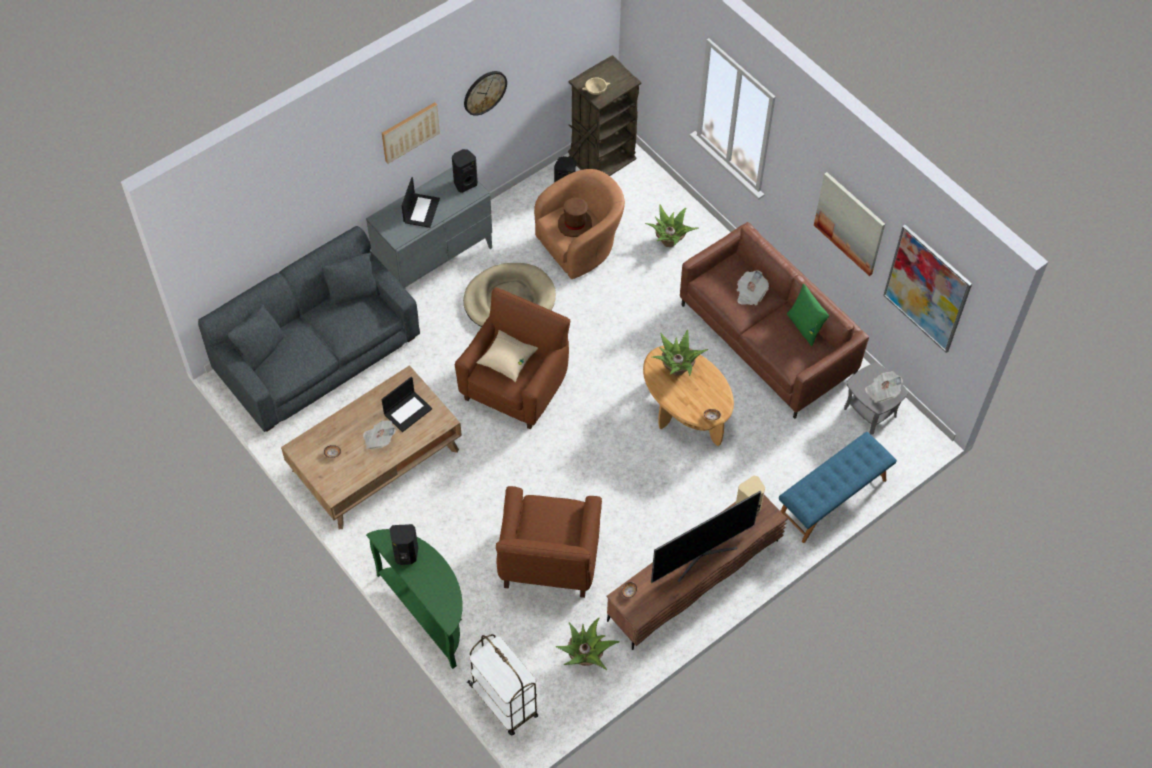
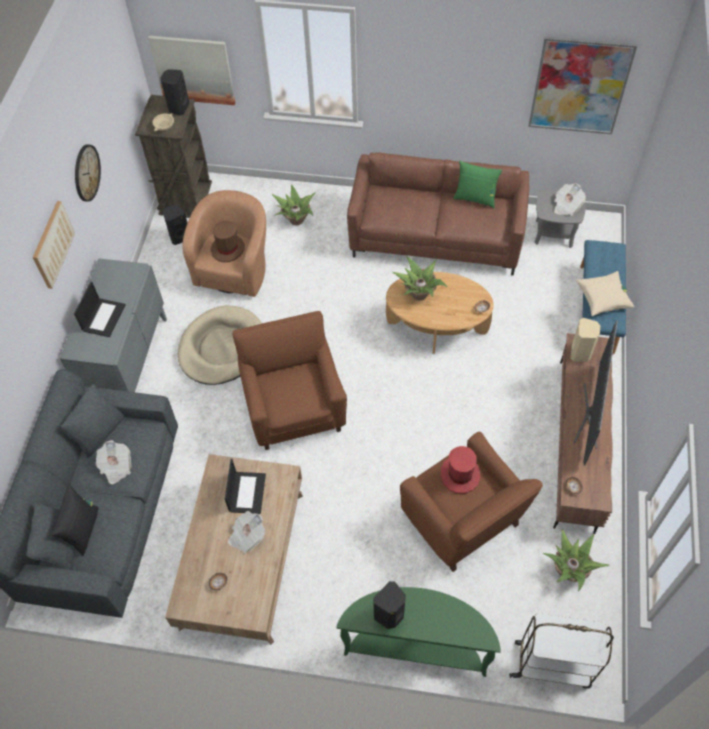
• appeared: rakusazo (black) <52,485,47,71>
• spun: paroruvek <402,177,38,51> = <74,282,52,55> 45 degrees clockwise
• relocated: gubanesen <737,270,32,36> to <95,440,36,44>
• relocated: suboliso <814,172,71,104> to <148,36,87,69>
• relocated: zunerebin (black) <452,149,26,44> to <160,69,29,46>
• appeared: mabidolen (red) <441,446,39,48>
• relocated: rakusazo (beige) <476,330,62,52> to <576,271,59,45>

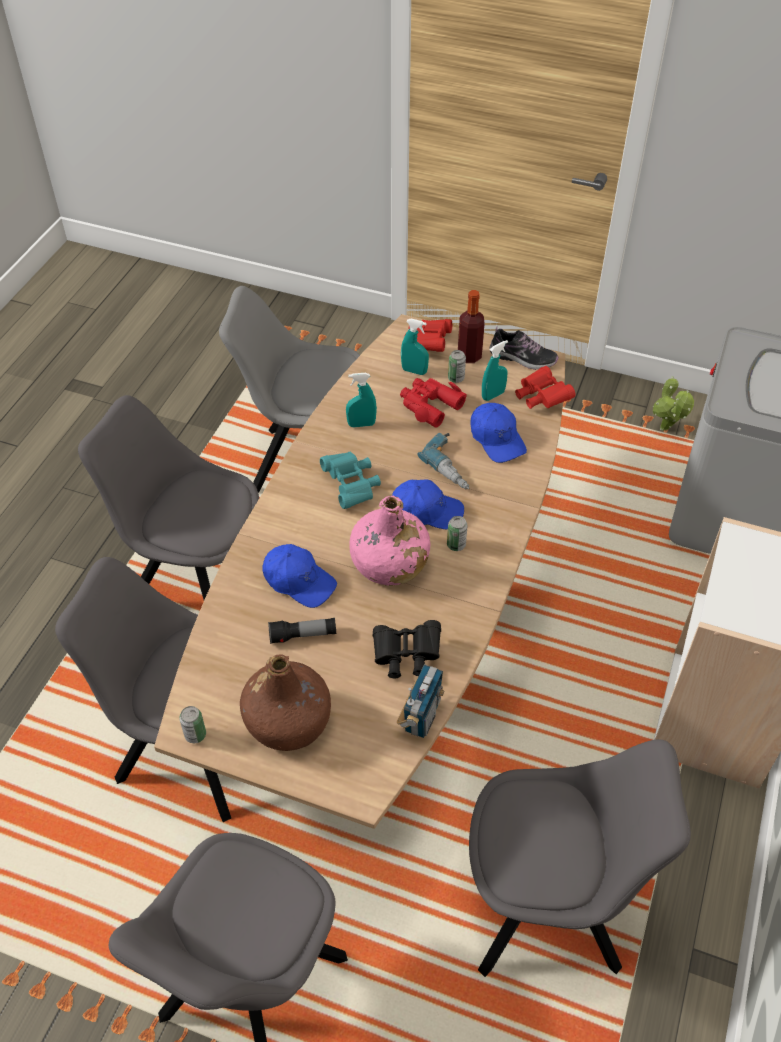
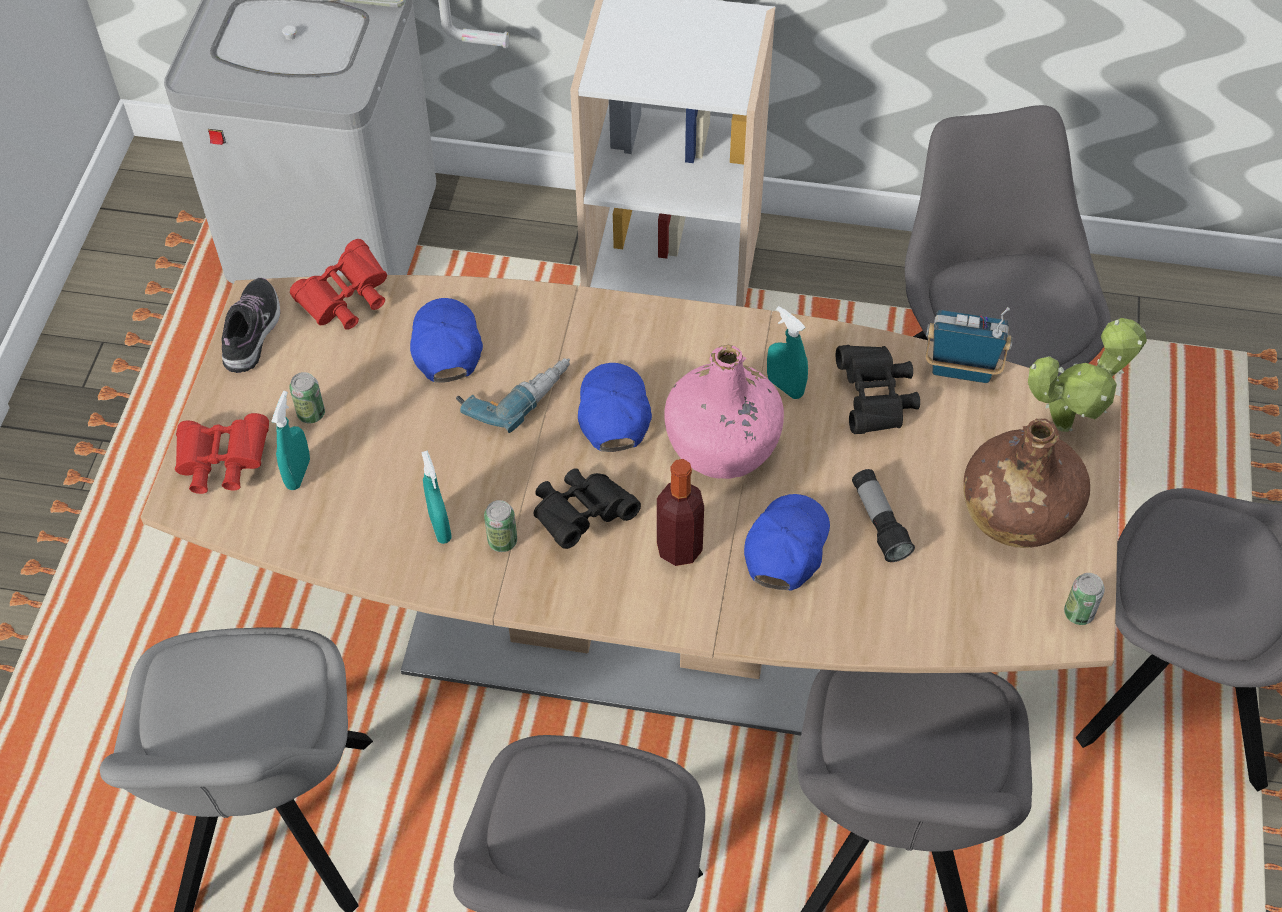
• spun: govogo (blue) <470,403,57,60> = <410,298,73,85> 60 degrees counterclockwise
• relocated: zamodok <447,516,21,35> to <484,500,33,52>
• colour: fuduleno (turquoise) <320,452,61,57> to fuduleno (black) <533,468,108,81>
• relocated: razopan <458,290,27,73> to <657,459,47,107>
• relocated: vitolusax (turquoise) <482,340,26,61> to <767,306,41,93>
• relocated: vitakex <653,376,41,55> to <1028,318,119,114>
• missing: fuduleno (red) <400,378,67,50>

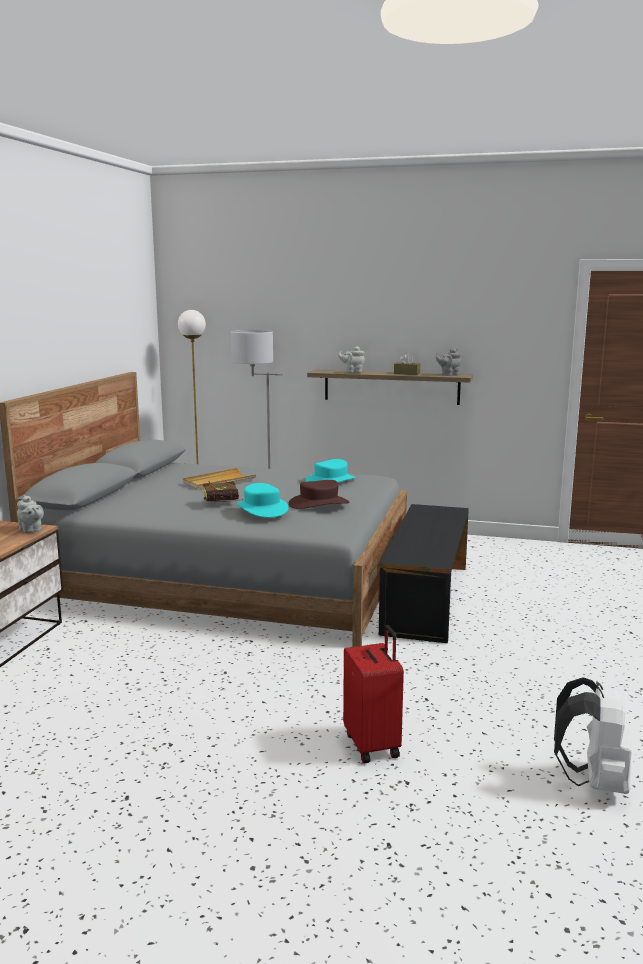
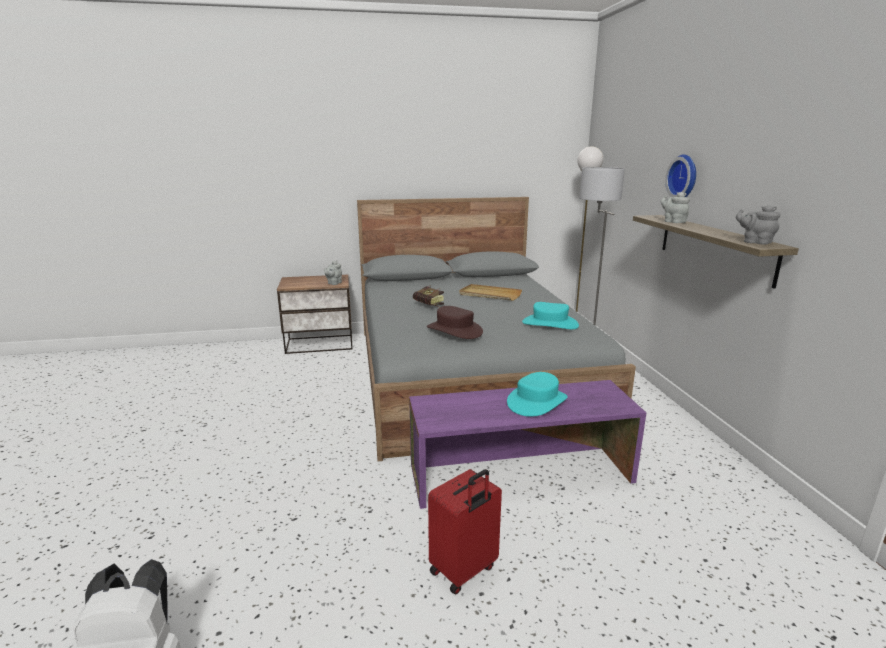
• colour: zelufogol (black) <379,504,90,139> to zelufogol (purple) <409,380,237,129>
• relocated: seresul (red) <343,625,61,138> to <428,469,74,126>
• relocated: mabidolen (turquoise) <237,483,52,35> to <507,372,61,45>
• appeared: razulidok <665,154,31,43>
• missing: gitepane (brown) <394,353,27,22>

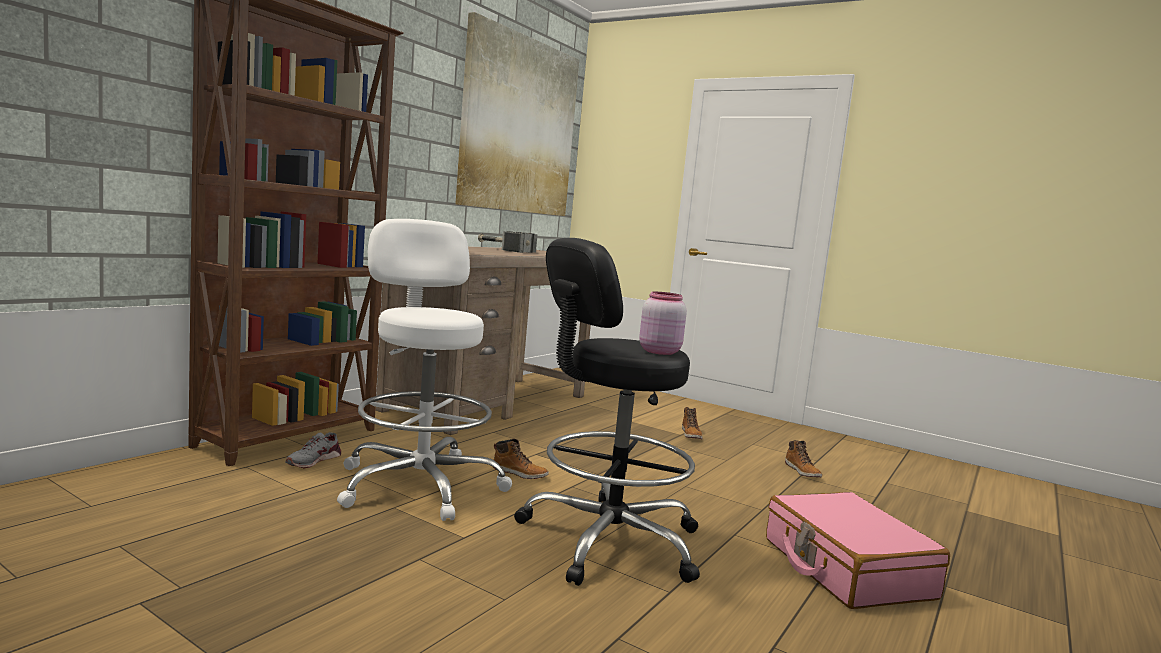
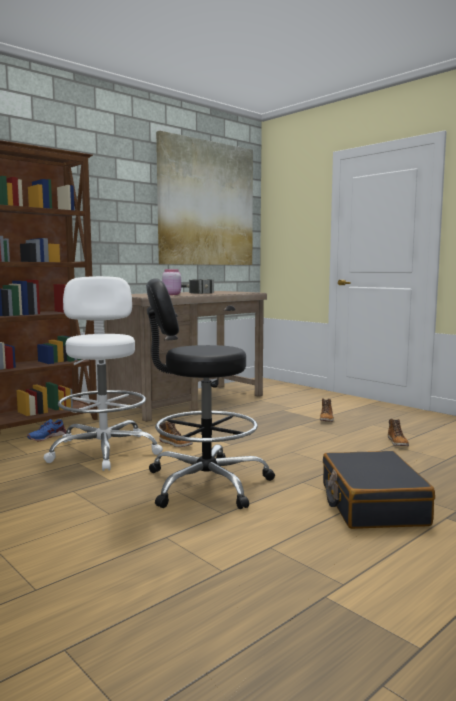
• colour: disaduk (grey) <285,432,56,37> to disaduk (blue) <27,419,39,23>
• relocated: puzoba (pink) <639,292,48,63> to <162,269,19,26>
• colour: seresul (pink) <766,492,184,117> to seresul (black) <323,451,112,78>

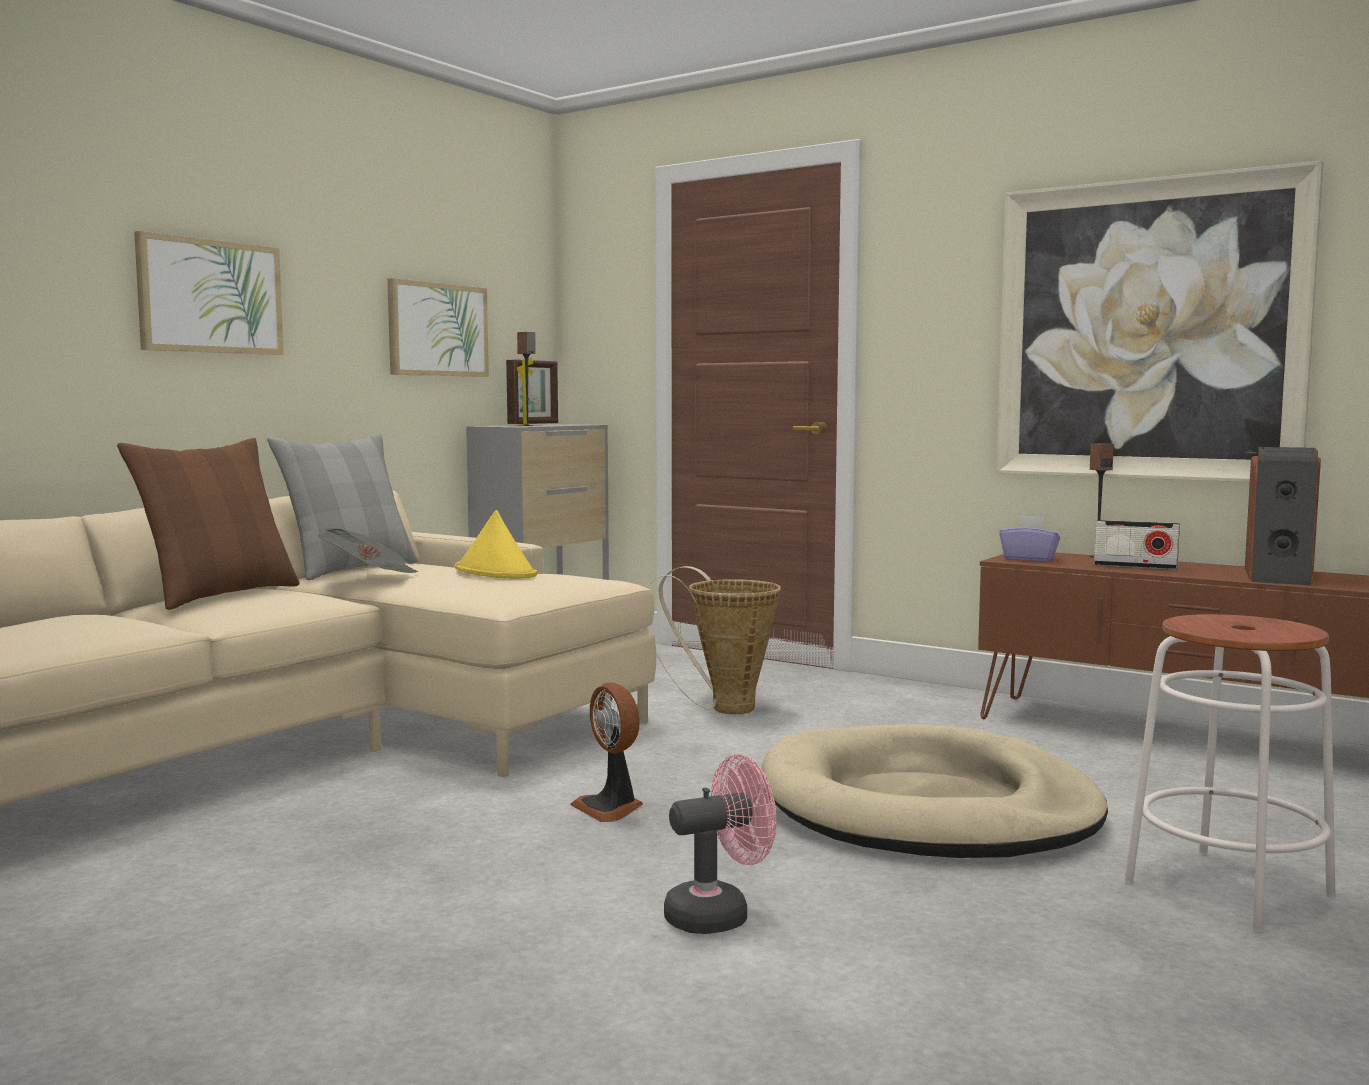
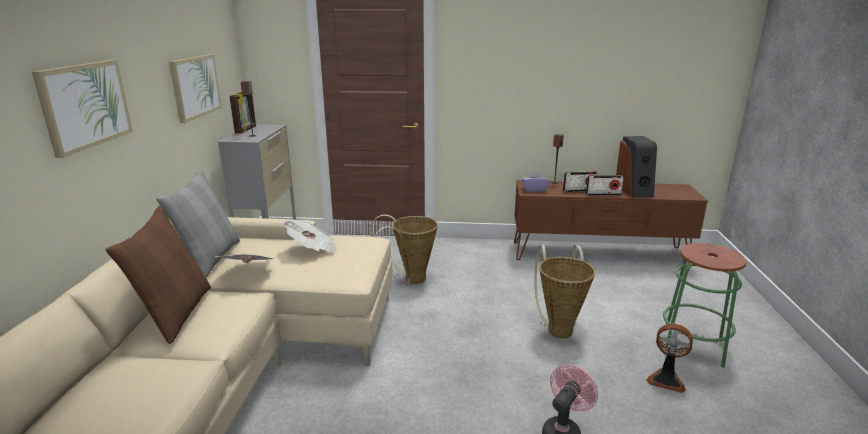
• exchanged: mabidolen (yellow) <455,510,82,69> to gubanesen <283,220,54,33>
• exchanged: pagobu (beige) <762,724,346,134> to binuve <534,245,61,94>
• appeared: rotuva <586,175,38,20>
• relocated: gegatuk <570,682,73,140> to <647,324,46,69>
• colour: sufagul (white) <1125,614,210,319> to sufagul (green) <663,243,84,125>
• missing: suboliso <996,160,327,322>

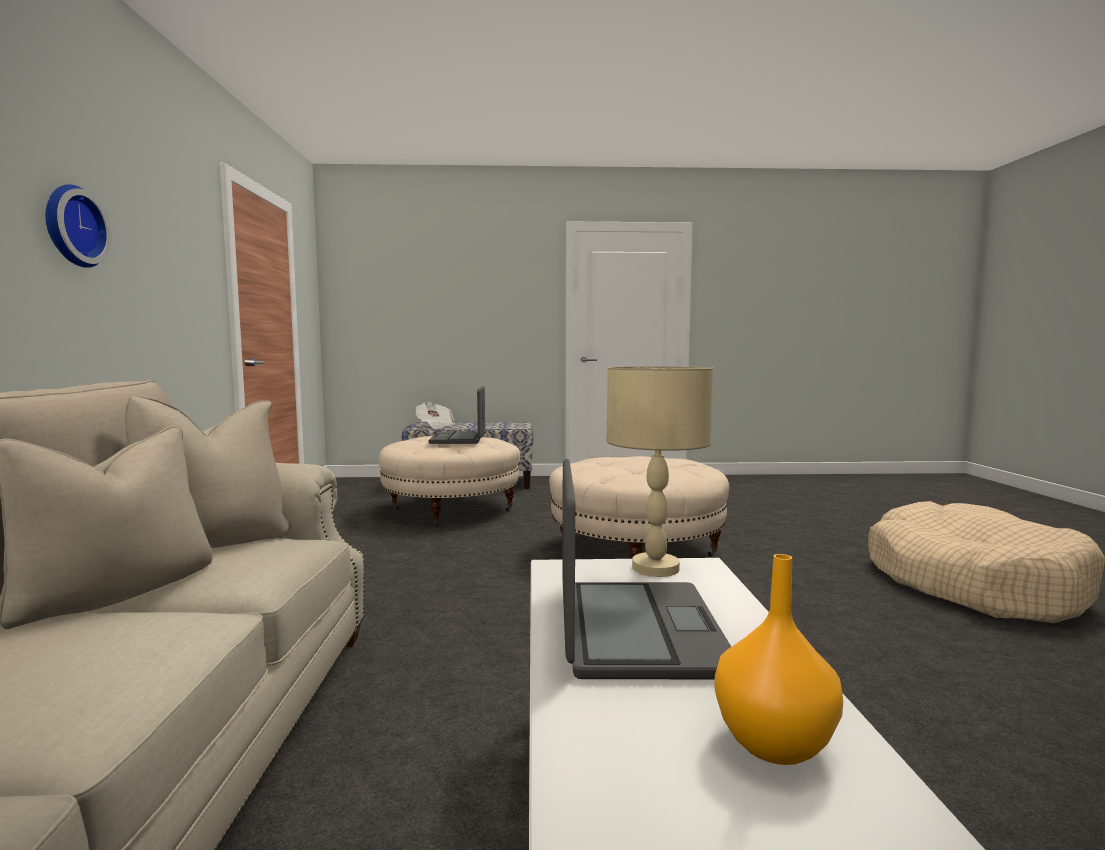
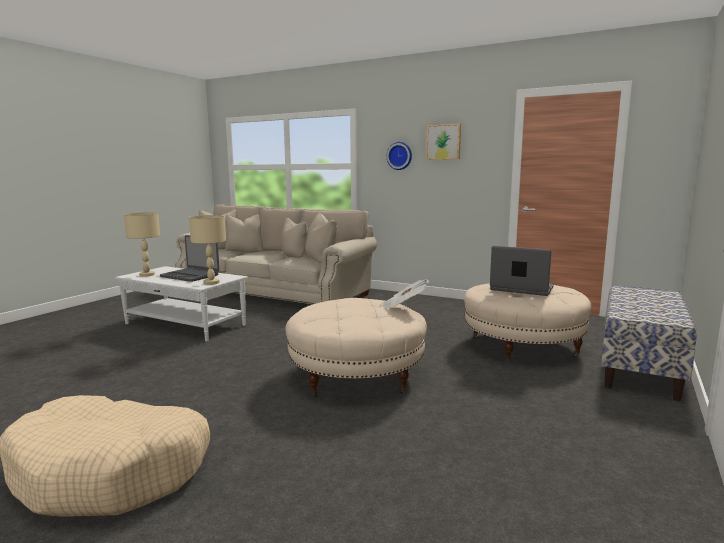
• exchanged: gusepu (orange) <715,554,128,211> to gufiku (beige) <124,212,36,65>
• relocated: gubanesen <415,402,39,27> to <380,279,49,30>
• appeared: suboliso <426,124,35,36>

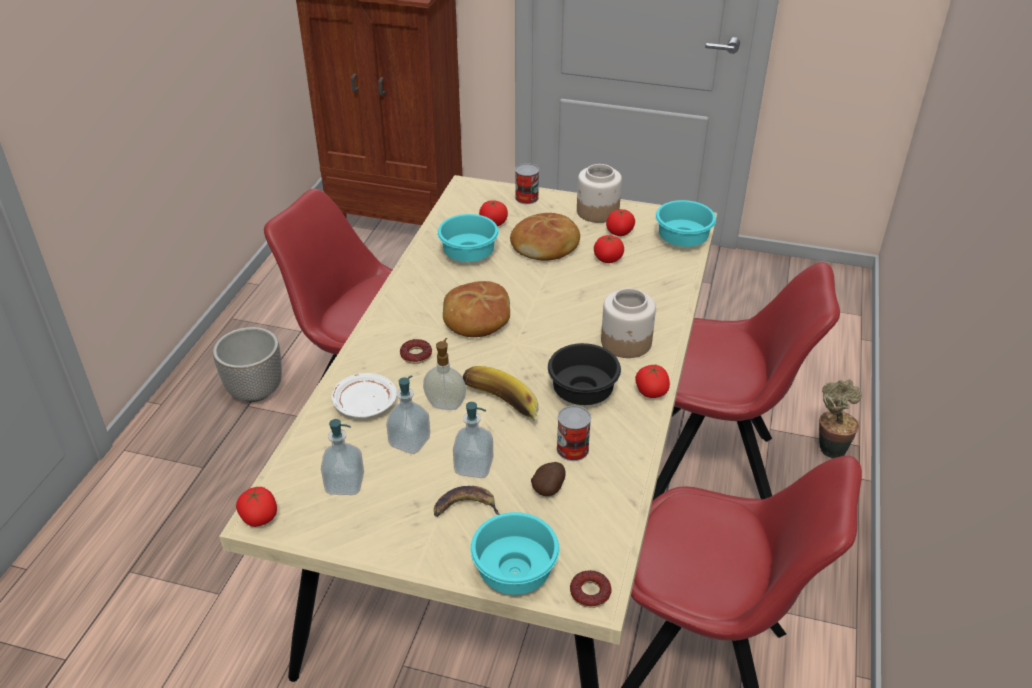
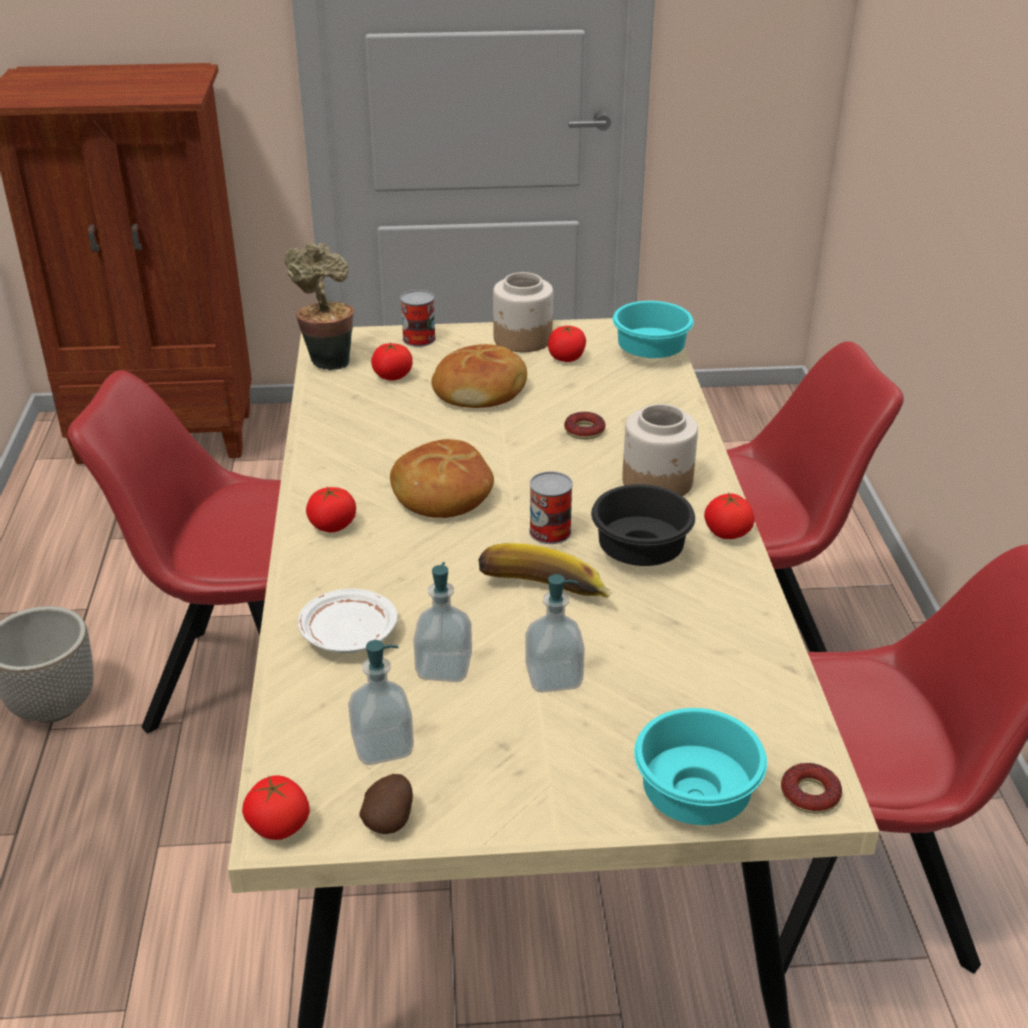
• relocated: vitakex <819,379,43,80> to <284,243,70,127>
• relocated: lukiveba <594,235,30,28> to <306,487,50,45>
• relocated: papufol <531,462,35,34> to <359,774,54,60>
• relocated: zamodok <557,405,34,56> to <529,471,44,73>
• relocated: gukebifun <400,339,32,25> to <564,412,42,28>
• missing: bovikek <423,338,43,72>
• missing: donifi <434,486,66,31>
• missing: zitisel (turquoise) <437,214,62,48>

